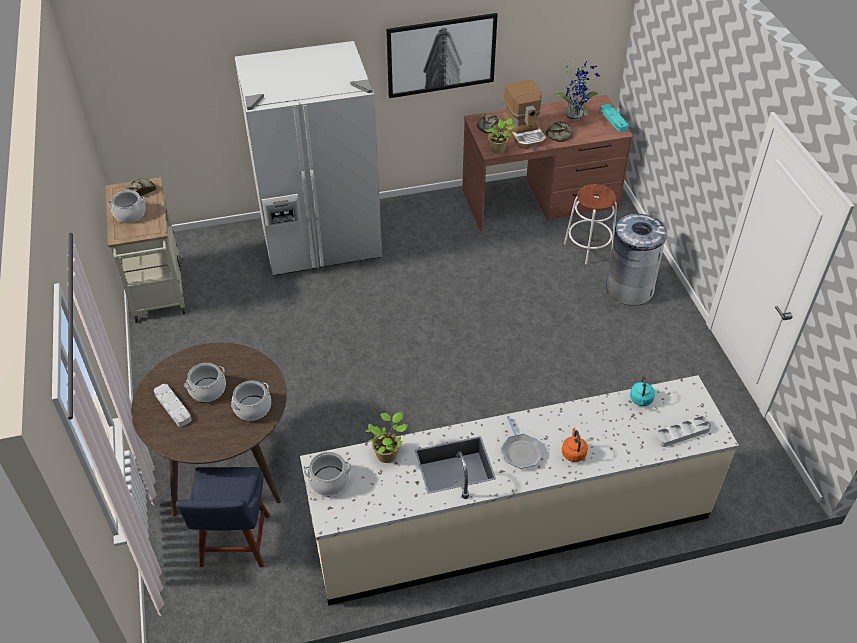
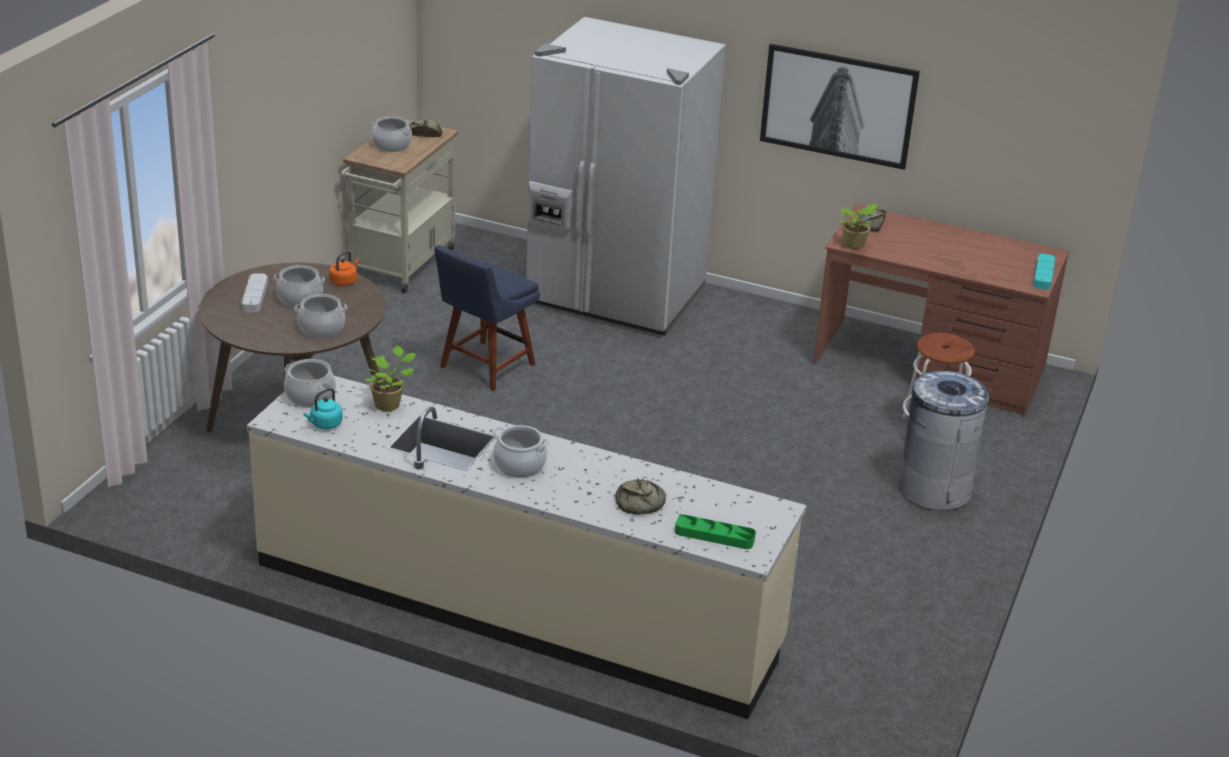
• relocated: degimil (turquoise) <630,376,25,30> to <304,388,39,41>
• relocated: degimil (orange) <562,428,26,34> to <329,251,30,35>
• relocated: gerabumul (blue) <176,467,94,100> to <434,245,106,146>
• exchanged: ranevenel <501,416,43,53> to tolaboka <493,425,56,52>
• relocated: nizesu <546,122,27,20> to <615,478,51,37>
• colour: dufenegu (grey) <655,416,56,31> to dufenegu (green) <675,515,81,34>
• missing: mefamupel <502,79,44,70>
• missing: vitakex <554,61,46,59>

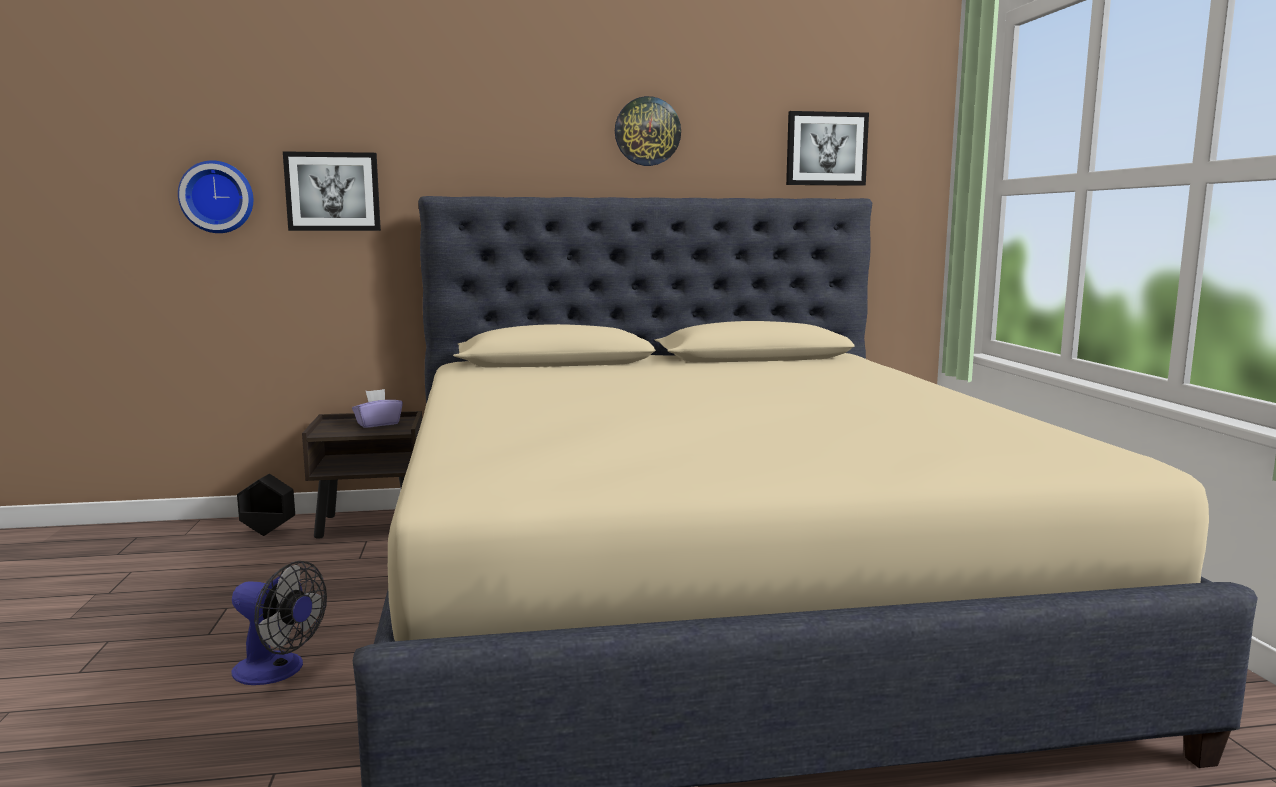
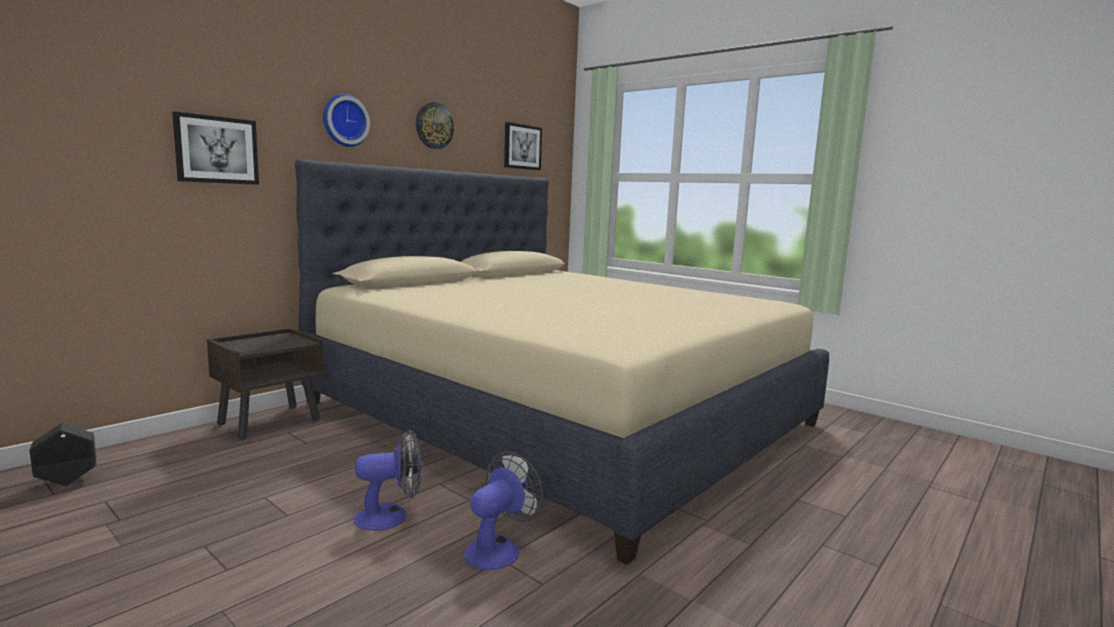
• relocated: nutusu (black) <237,474,58,62> to <29,423,67,63>
• relocated: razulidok <178,160,75,73> to <323,94,47,53>
• appeared: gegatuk <464,451,79,119>
• missing: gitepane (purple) <352,389,51,39>

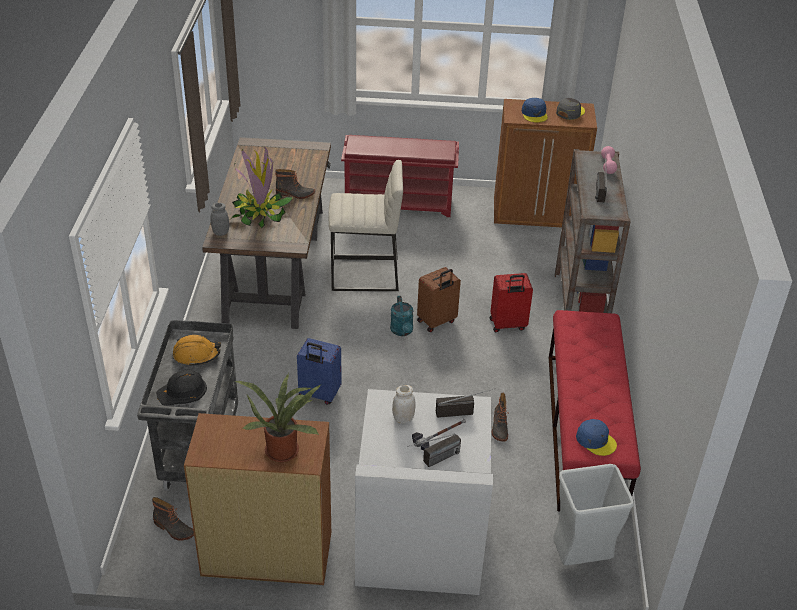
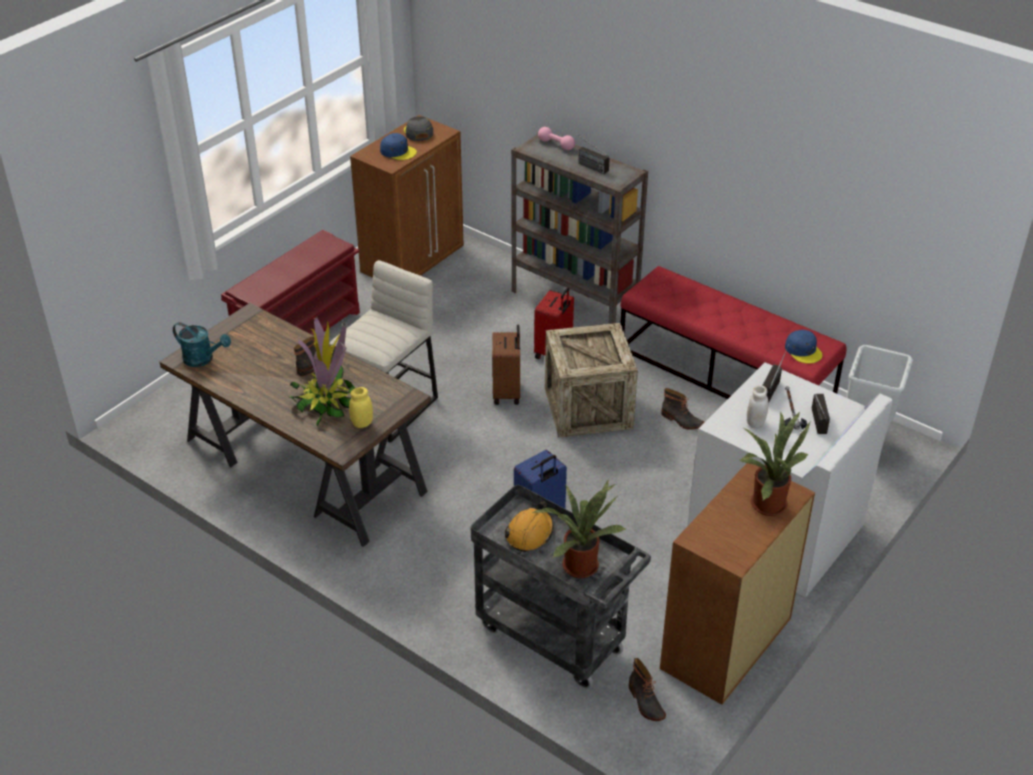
• relocated: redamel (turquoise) <390,296,24,40> to <173,322,58,45>
• appeared: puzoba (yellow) <349,387,24,41>
• exchanged: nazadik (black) <156,369,51,37> to vitakex <531,481,96,97>
• appeared: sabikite <545,323,93,114>
• spun: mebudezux <152,497,42,44> = <629,658,37,63> 90 degrees clockwise
• spun: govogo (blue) <576,419,41,37> = <785,330,37,34> 75 degrees clockwise
• missing: puzoba (grey) <210,203,19,33>

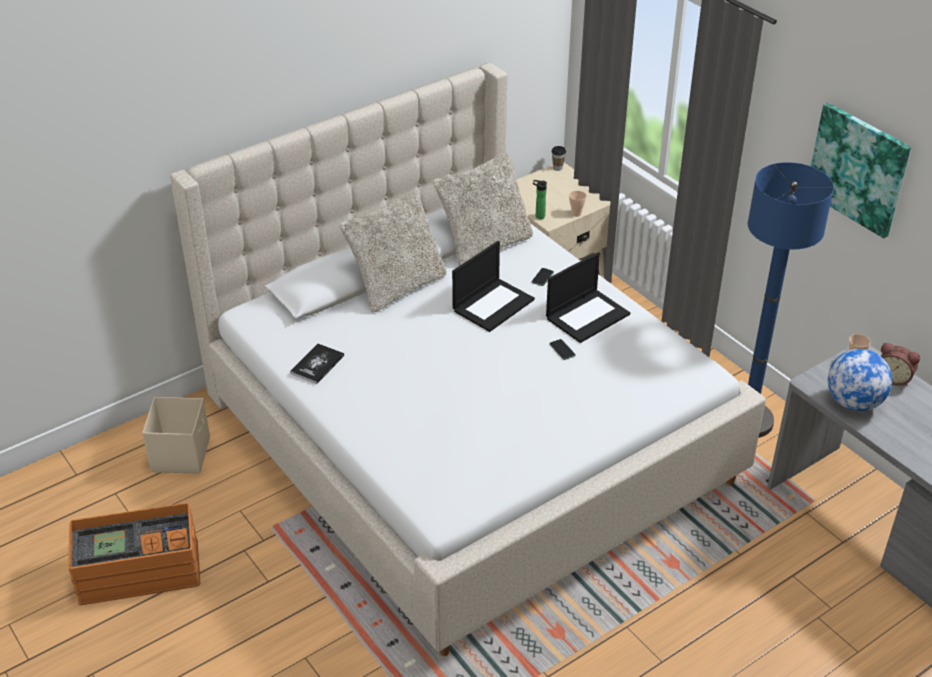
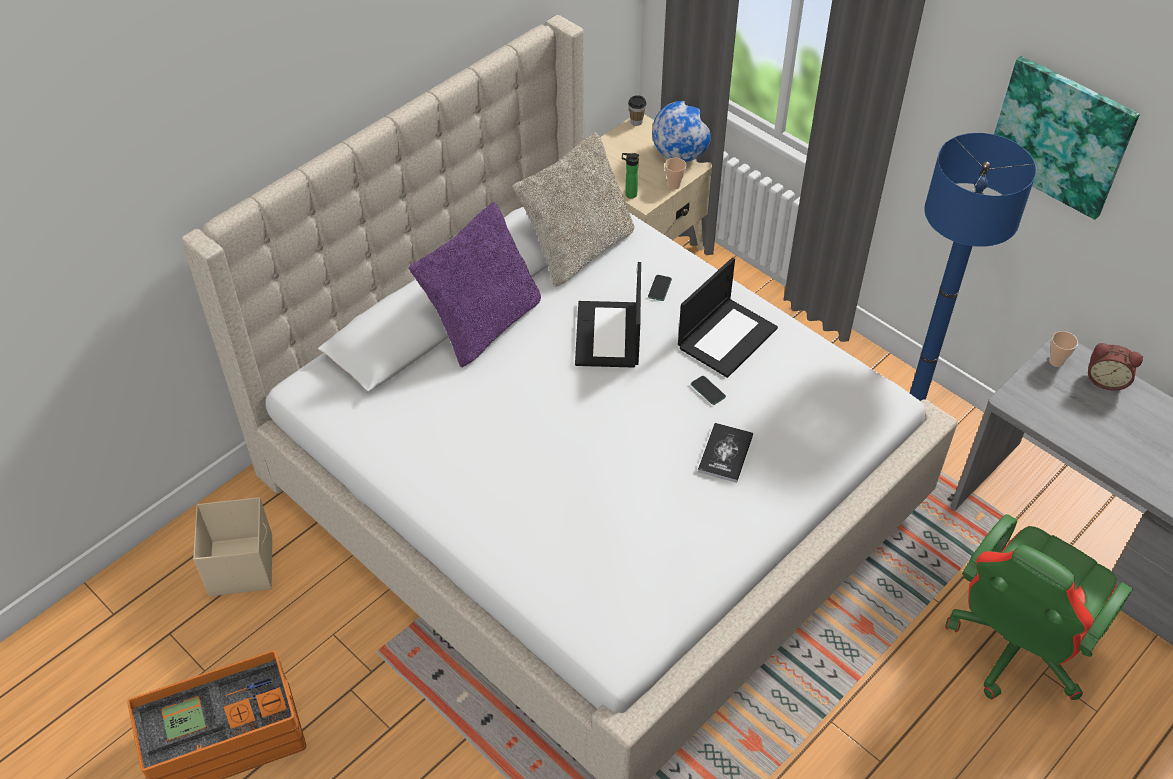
• colour: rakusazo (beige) <339,190,107,122> to rakusazo (purple) <409,202,132,165>
• spun: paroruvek <452,241,83,91> = <575,262,66,106> 150 degrees clockwise
• relocated: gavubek <828,349,64,62> to <652,101,59,61>
• relocated: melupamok <290,344,54,40> to <698,423,55,60>
• appeared: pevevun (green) <945,514,188,186>

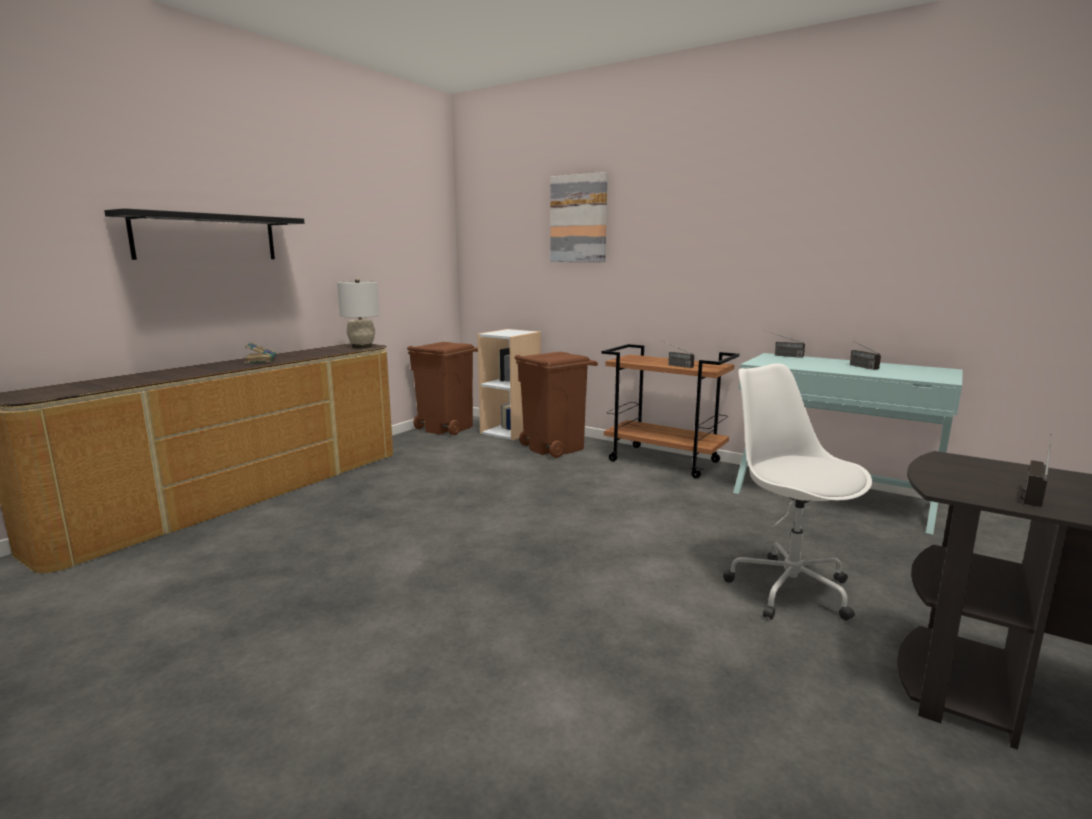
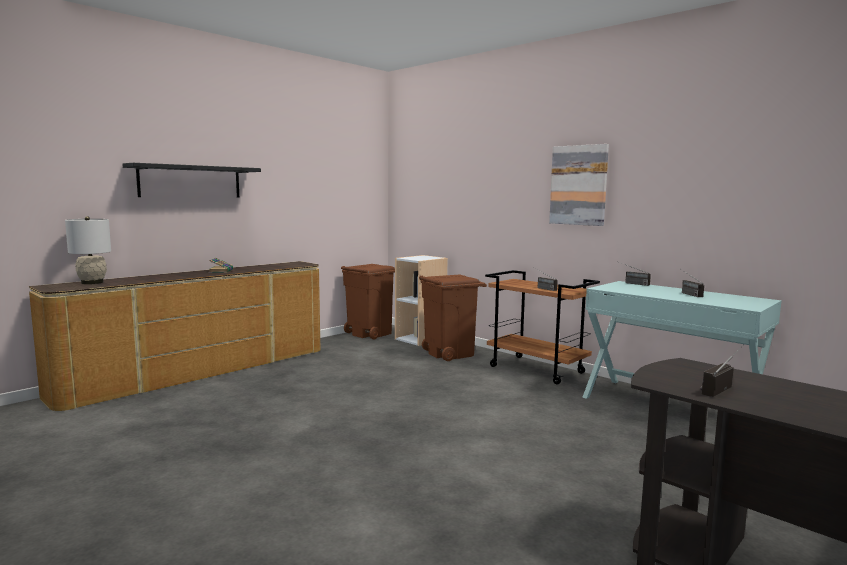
• relocated: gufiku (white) <337,279,42,69> to <65,216,46,68>
• relocated: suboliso <550,172,57,90> to <549,144,60,82>
• missing: pevevun (white) <723,363,149,257>

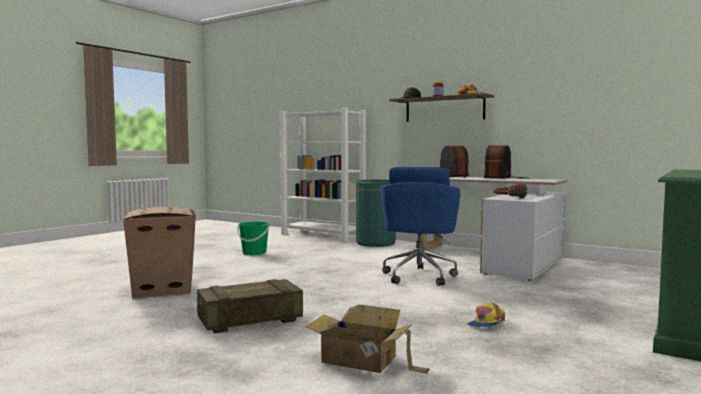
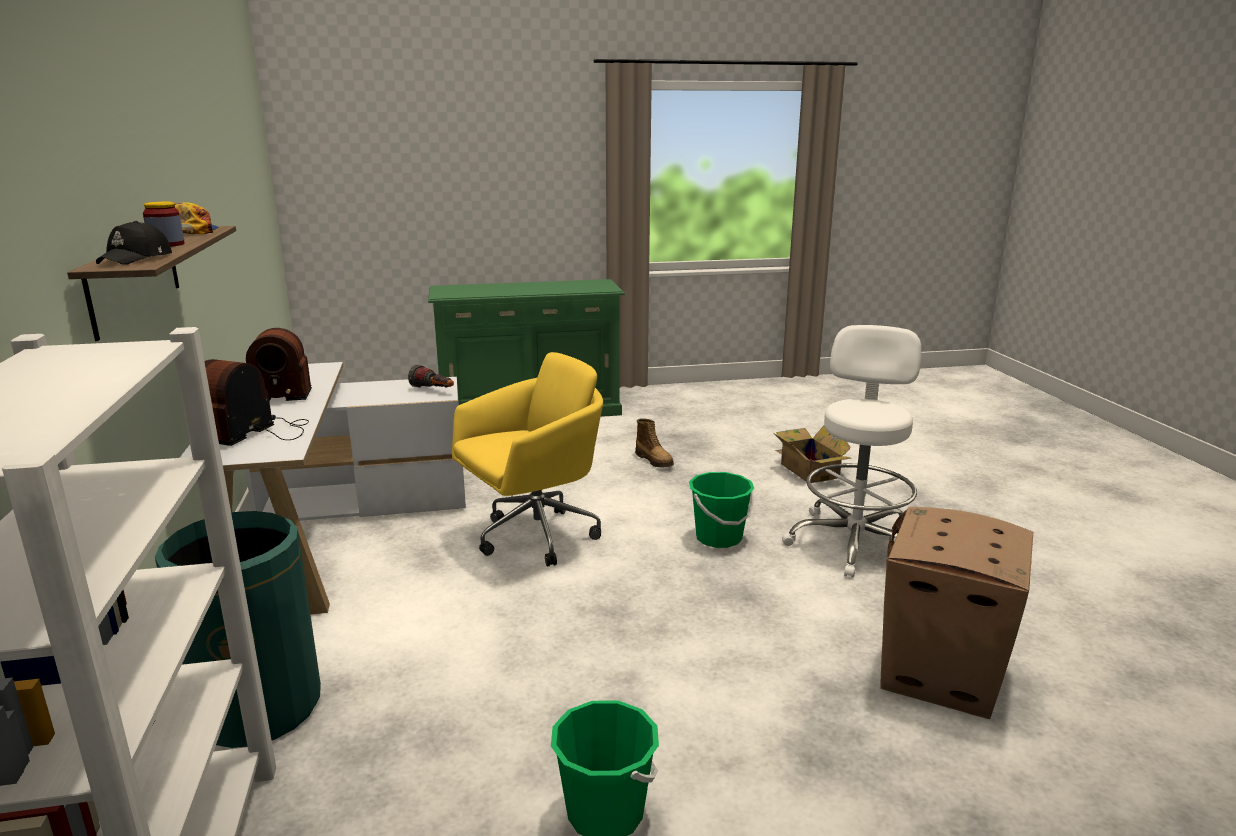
• colour: pevevun (blue) <381,167,79,119> to pevevun (yellow) <452,352,151,215>
• exchanged: govogo <467,303,38,24> to mebudezux <635,418,39,49>
• appeared: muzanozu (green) <689,472,65,76>
• exchanged: sabikite <197,279,106,54> to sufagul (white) <782,325,139,253>

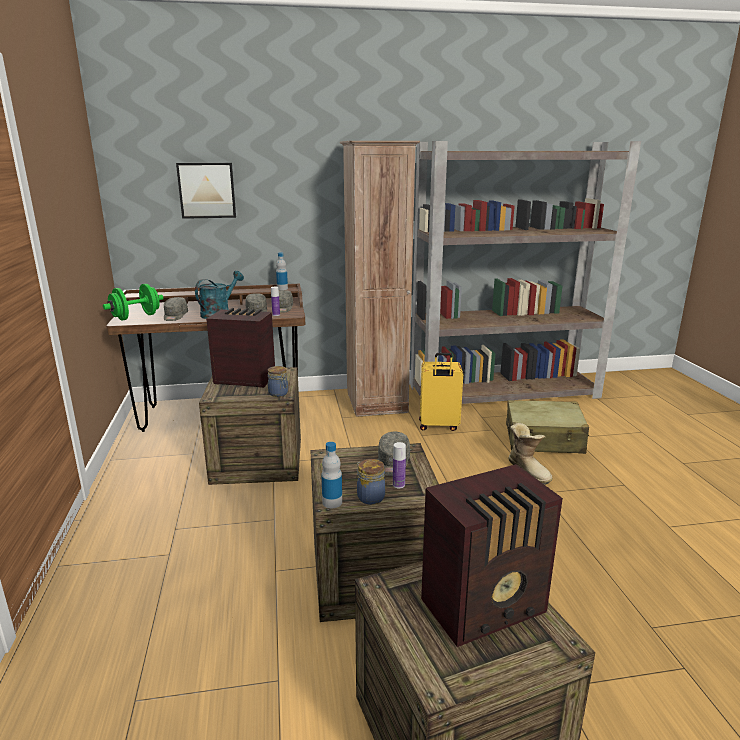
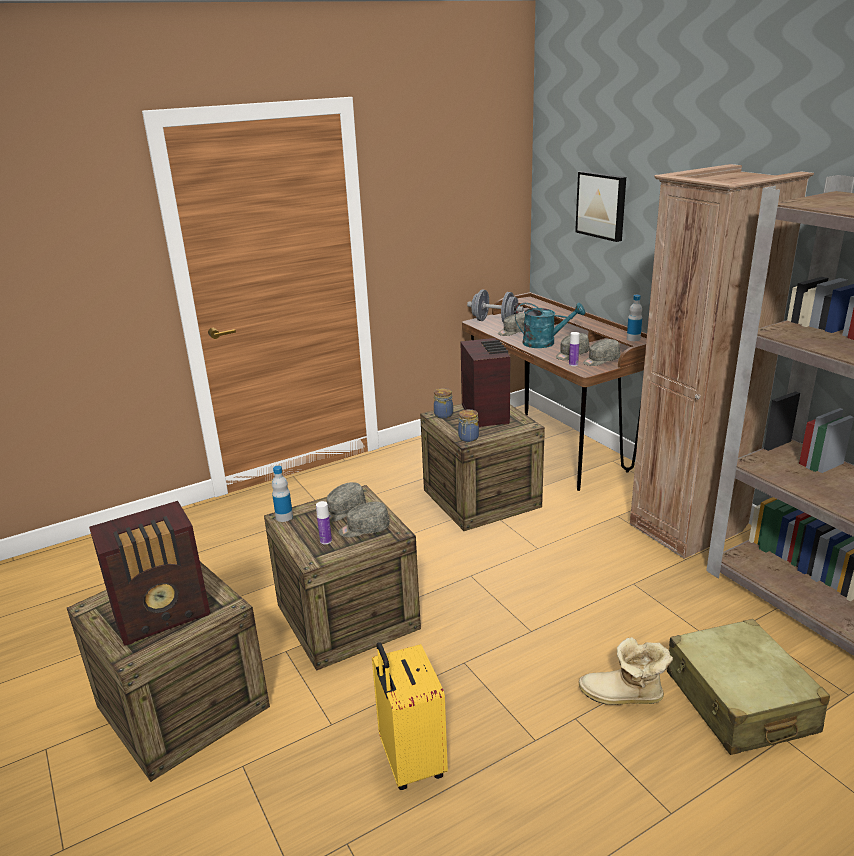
• spun: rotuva <421,464,142,183> = <89,501,121,145> 75 degrees counterclockwise
• appeared: govogo (grey) <327,482,39,40>
• relocated: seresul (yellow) <419,353,44,78> to <372,642,76,148>
• relocated: puzoba <356,459,29,46> to <434,388,19,31>
• colour: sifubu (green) <103,284,60,37> to sifubu (grey) <467,290,57,33>
• spun: mebudezux <508,423,45,62> = <579,637,94,68> 60 degrees clockwise

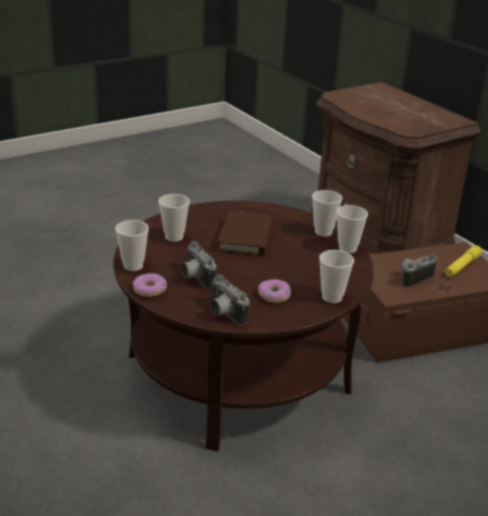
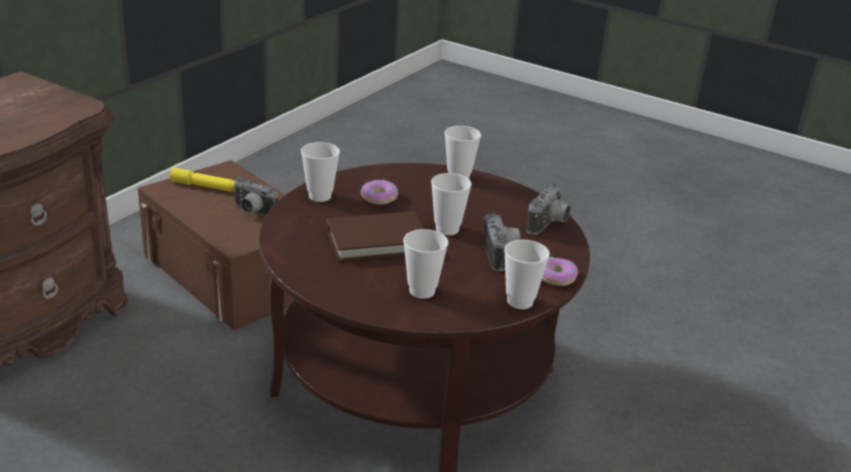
• relocated: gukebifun <258,279,33,24> to <361,179,37,26>
• relocated: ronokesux <337,205,31,48> to <431,173,41,62>
• spun: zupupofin <182,241,35,48> = <483,212,38,59> 45 degrees counterclockwise

